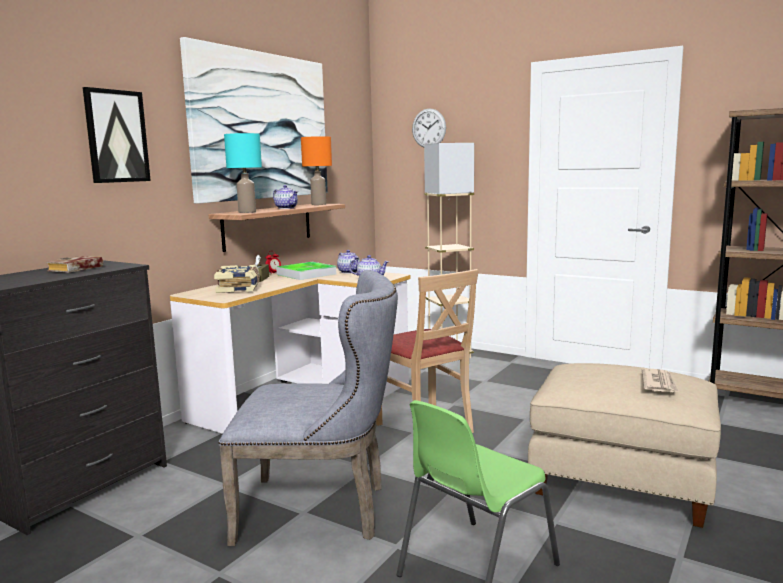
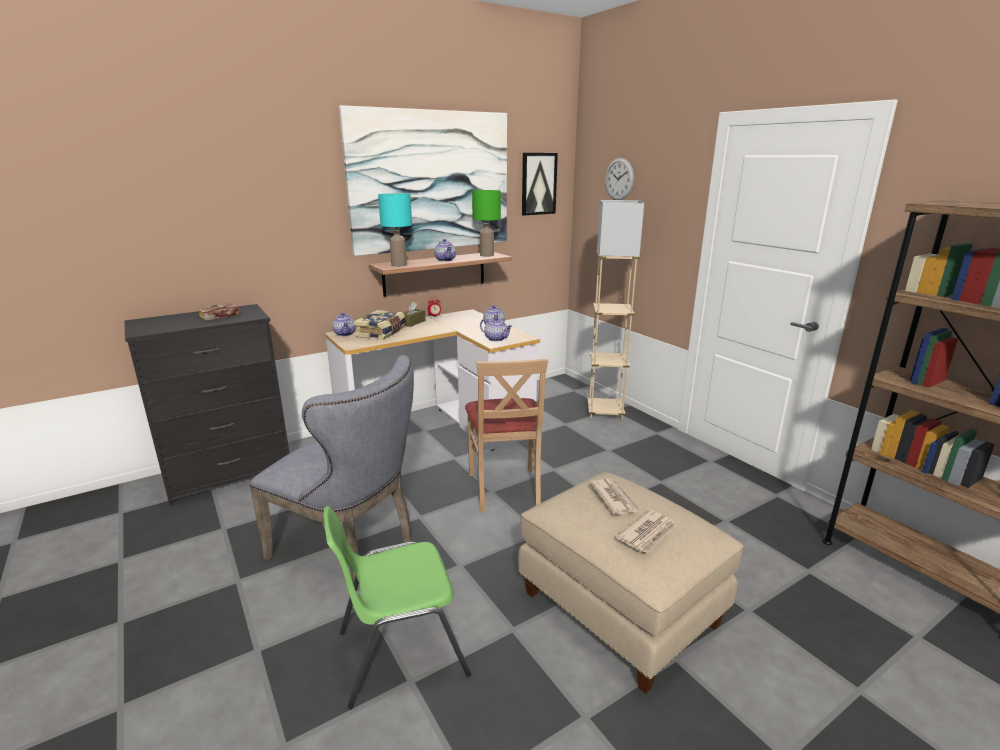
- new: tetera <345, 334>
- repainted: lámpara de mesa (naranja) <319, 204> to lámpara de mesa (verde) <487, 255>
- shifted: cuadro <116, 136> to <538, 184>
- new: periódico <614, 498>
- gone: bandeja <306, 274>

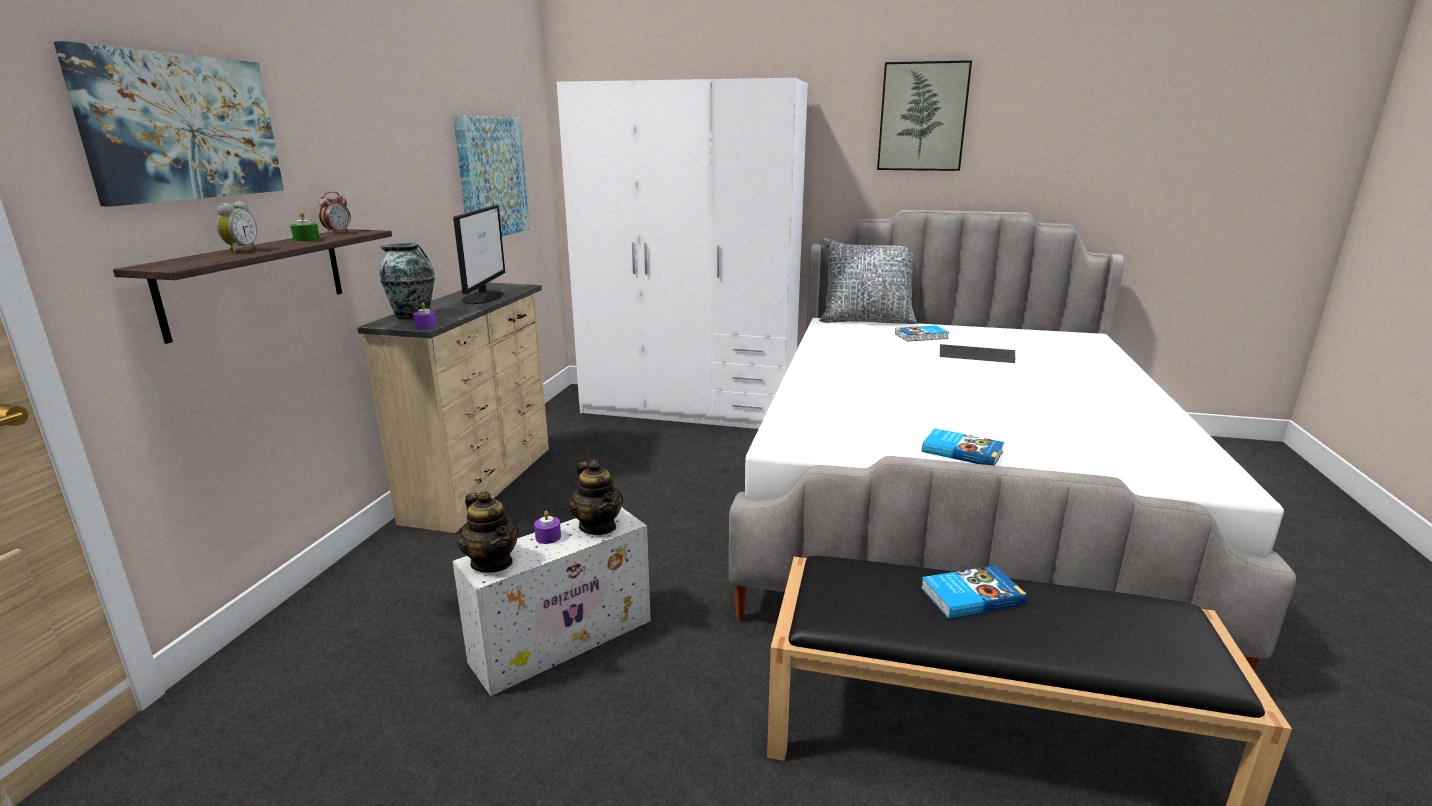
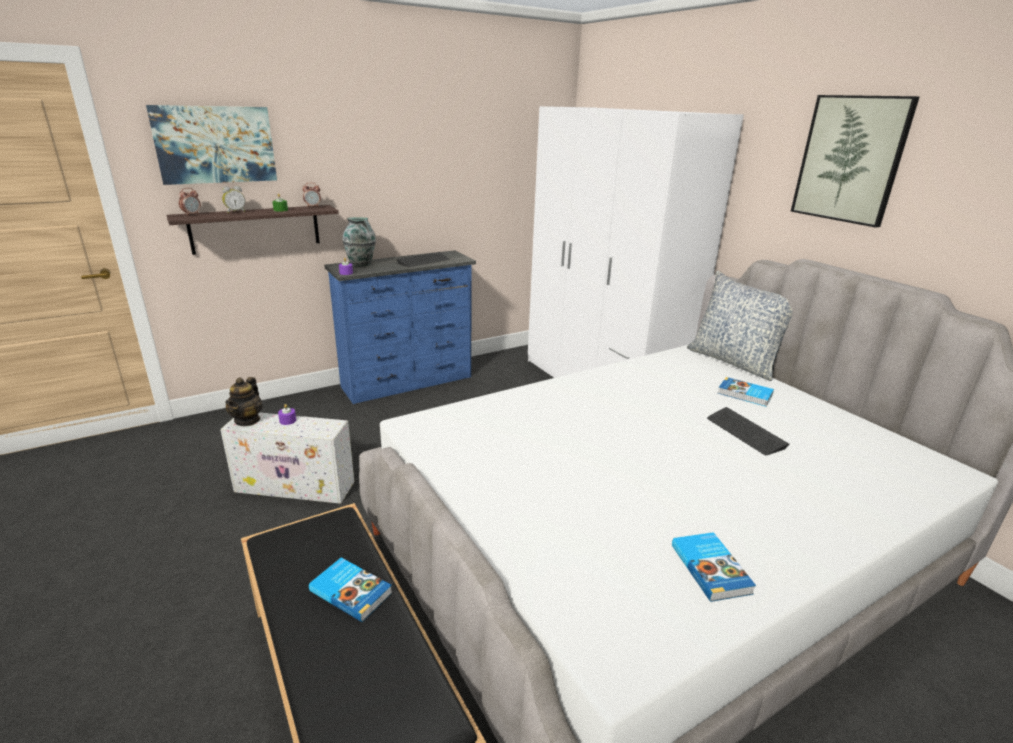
- new: despertador <192, 214>
- repainted: cómoda (beis) <484, 483> to cómoda (azul) <409, 382>
- swapped: monitor <484, 297> to teclado <423, 261>
- shifted: libro <961, 451> to <711, 568>
- gone: cuadro <491, 177>
- gone: tetera <598, 526>

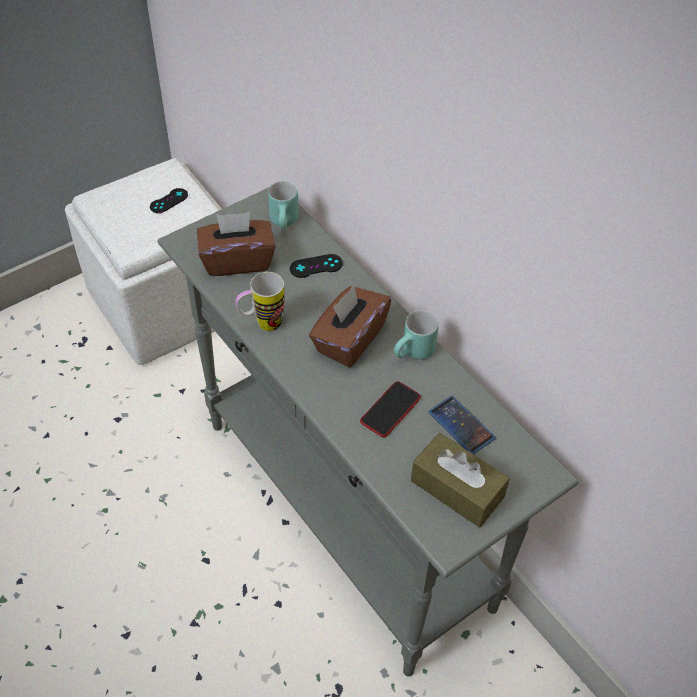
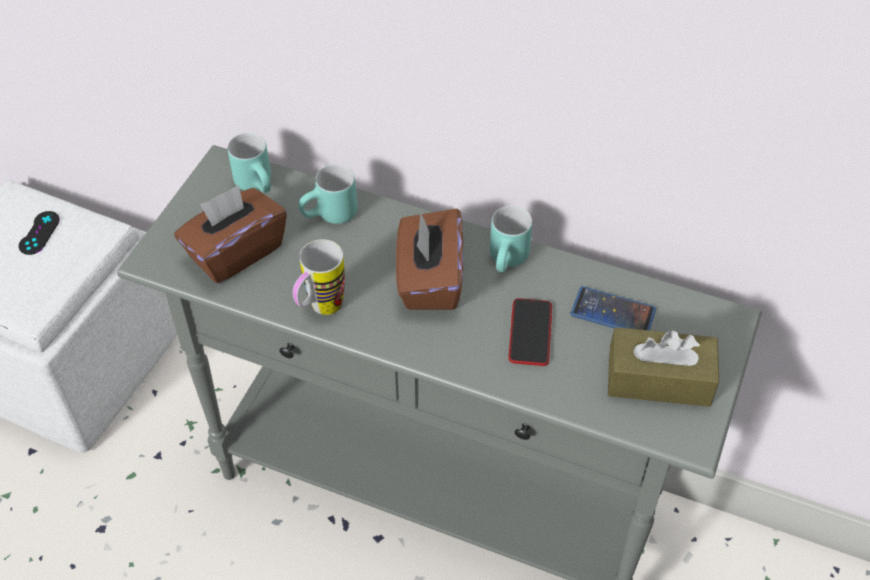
- swapped: mando de consola (negro) <316, 266> to taza grande (turquesa) <331, 217>

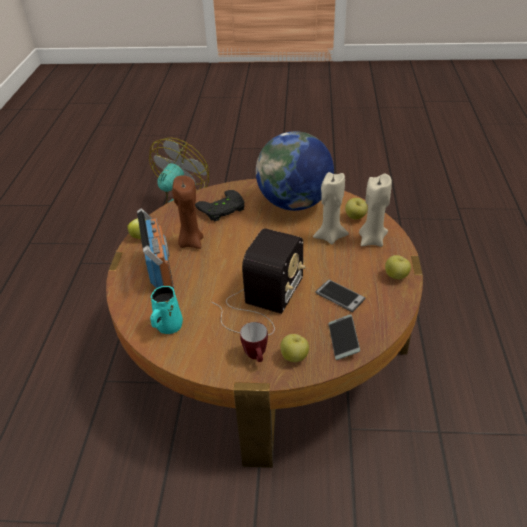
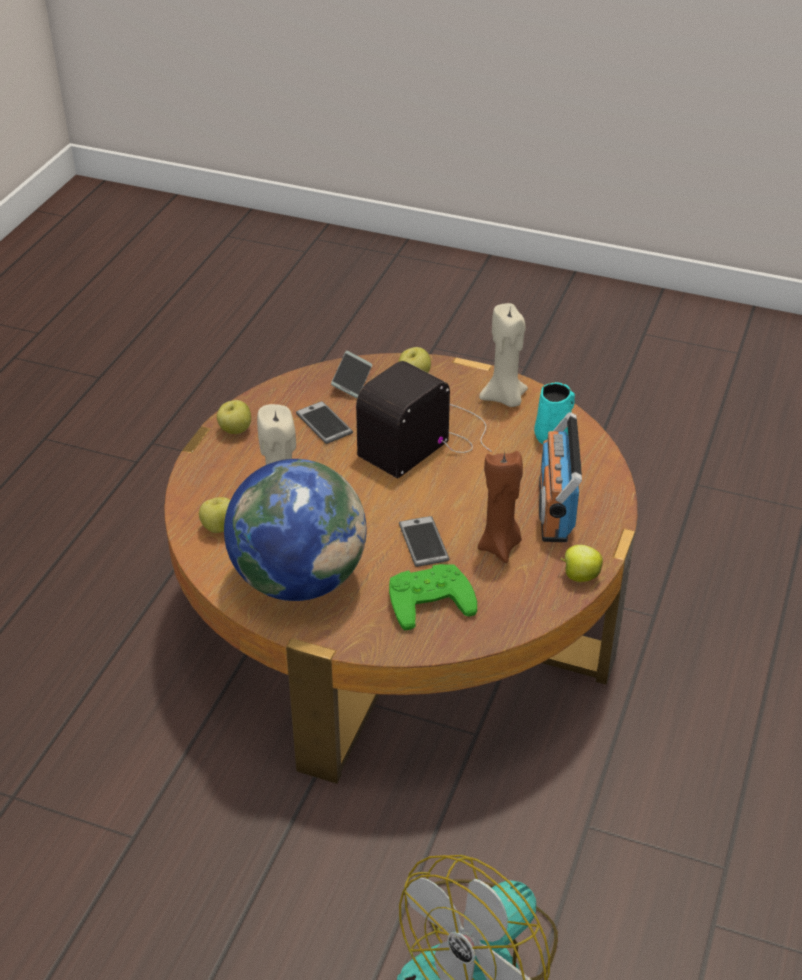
- repainted: mando de consola (negro) <222, 210> to mando de consola (verde) <429, 597>
- new: móvil <423, 542>
- shifted: vela (beis) <372, 240> to <505, 399>
- gone: taza grande <257, 357>

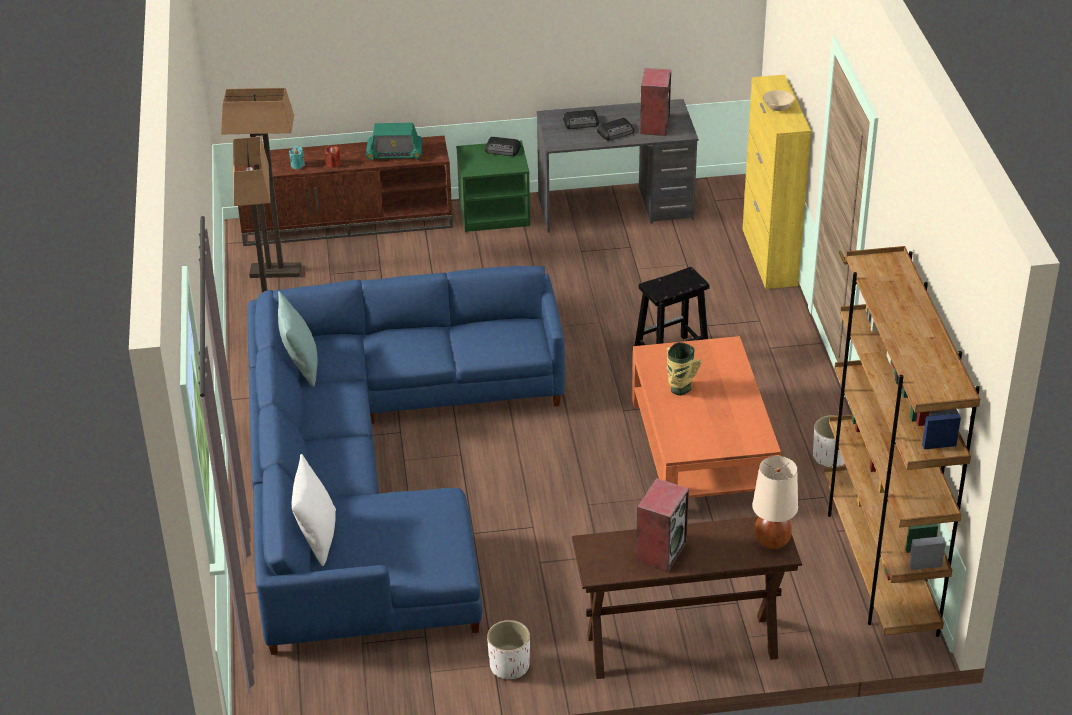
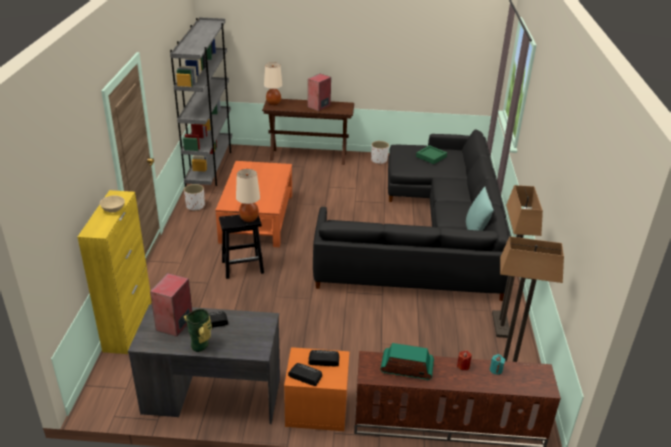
- repainted: estantería (marrón) <879, 565> to estantería (gris) <210, 167>
- shifted: florero <679, 389> to <201, 345>
- new: lámpara de mesa (beis) <249, 218>
- repainted: mesita de noche (verde) <495, 213> to mesita de noche (naranja) <316, 410>
- shifted: radio <581, 122> to <323, 360>
- repainted: sofá (azul) <376, 474> to sofá (negro) <430, 233>
- new: bandeja (verde) <431, 157>
- gone: cojín (blanco) <317, 537>

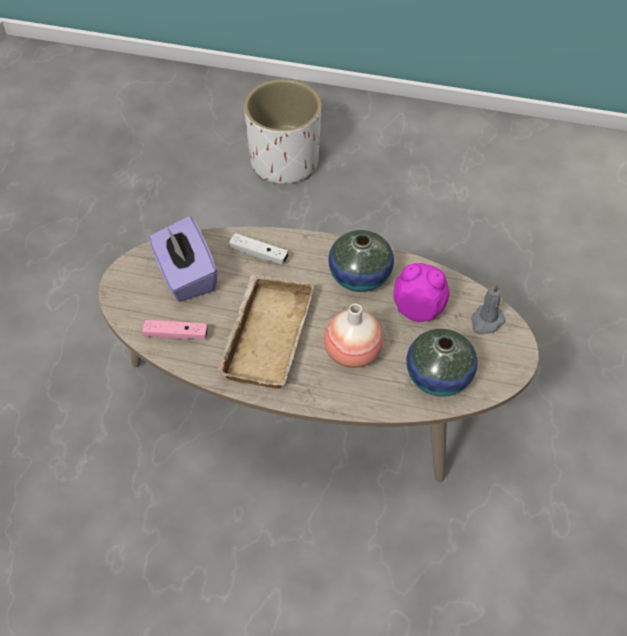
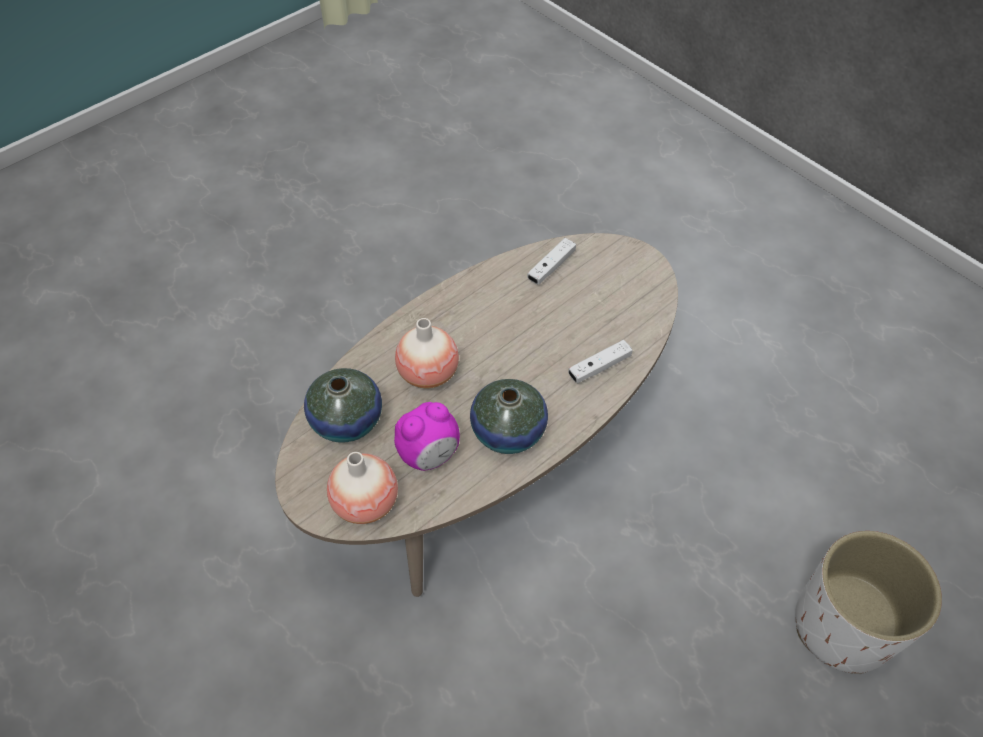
- swapped: vela (gris) <486, 321> to florero <365, 502>
- repainted: mando de consola (rosa) <176, 334> to mando de consola (blanco) <551, 267>
- gone: caja de pañuelos (morado) <185, 275>
- gone: bandeja (beis) <264, 335>

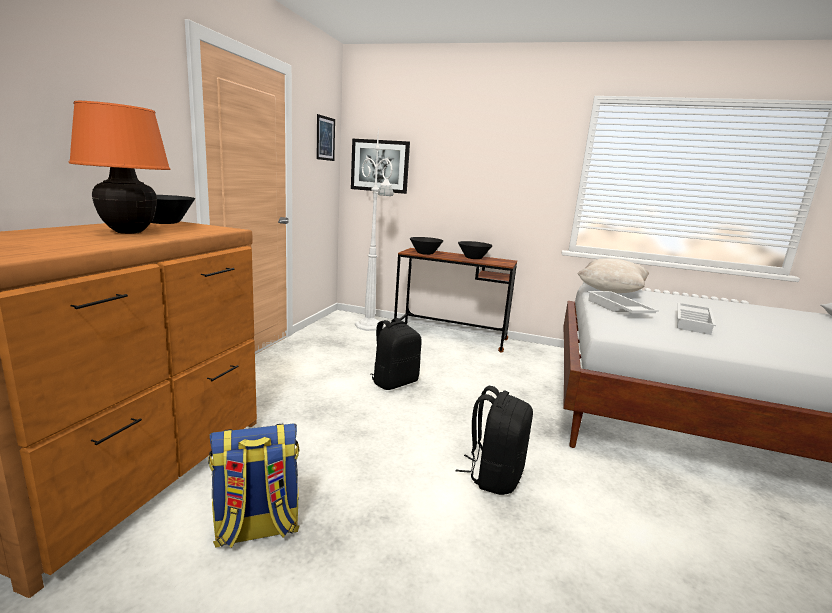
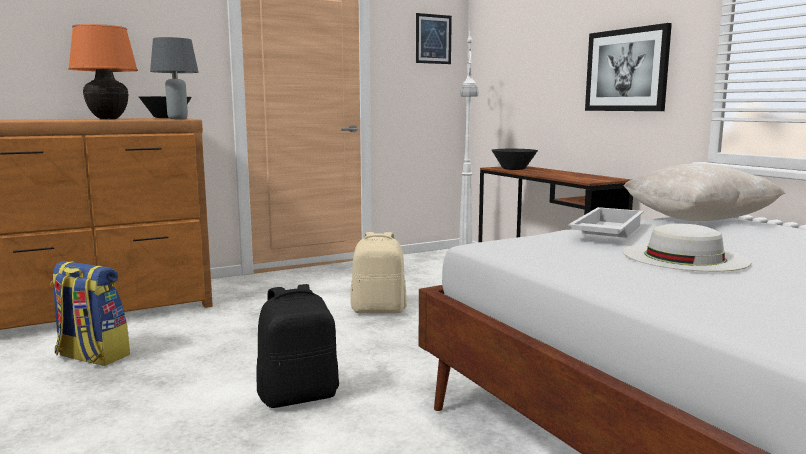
- new: lámpara de mesa (gris) <177, 119>
- repainted: mochila (negro) <394, 382> to mochila (beis) <379, 310>
- shifted: cuadro <380, 166> to <626, 70>
- swapped: bandeja (blanco) <694, 323> to sombrero (blanco) <684, 257>
- gone: cuenco (negro) <473, 258>

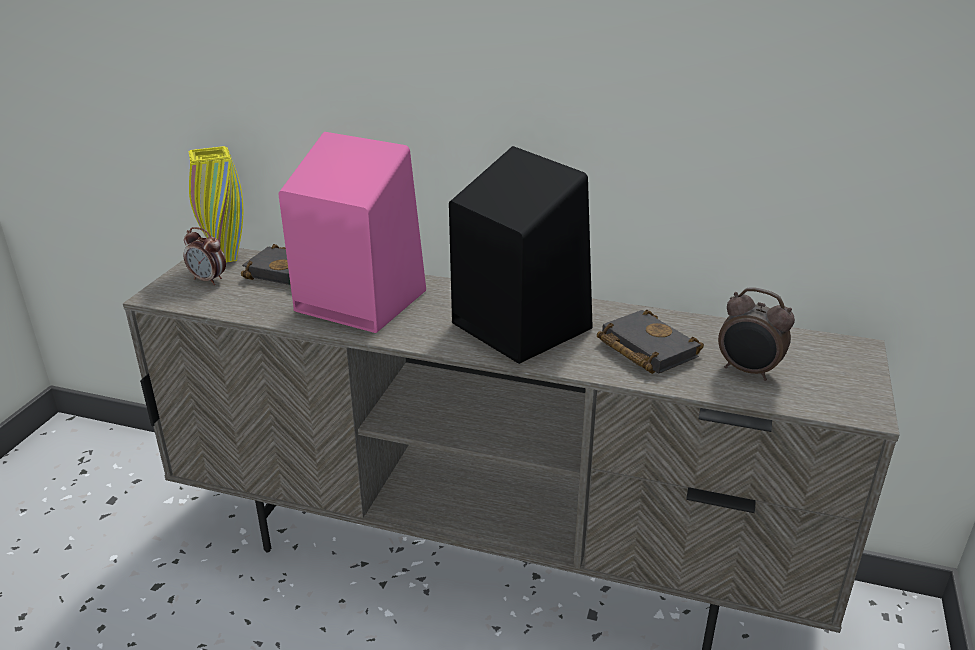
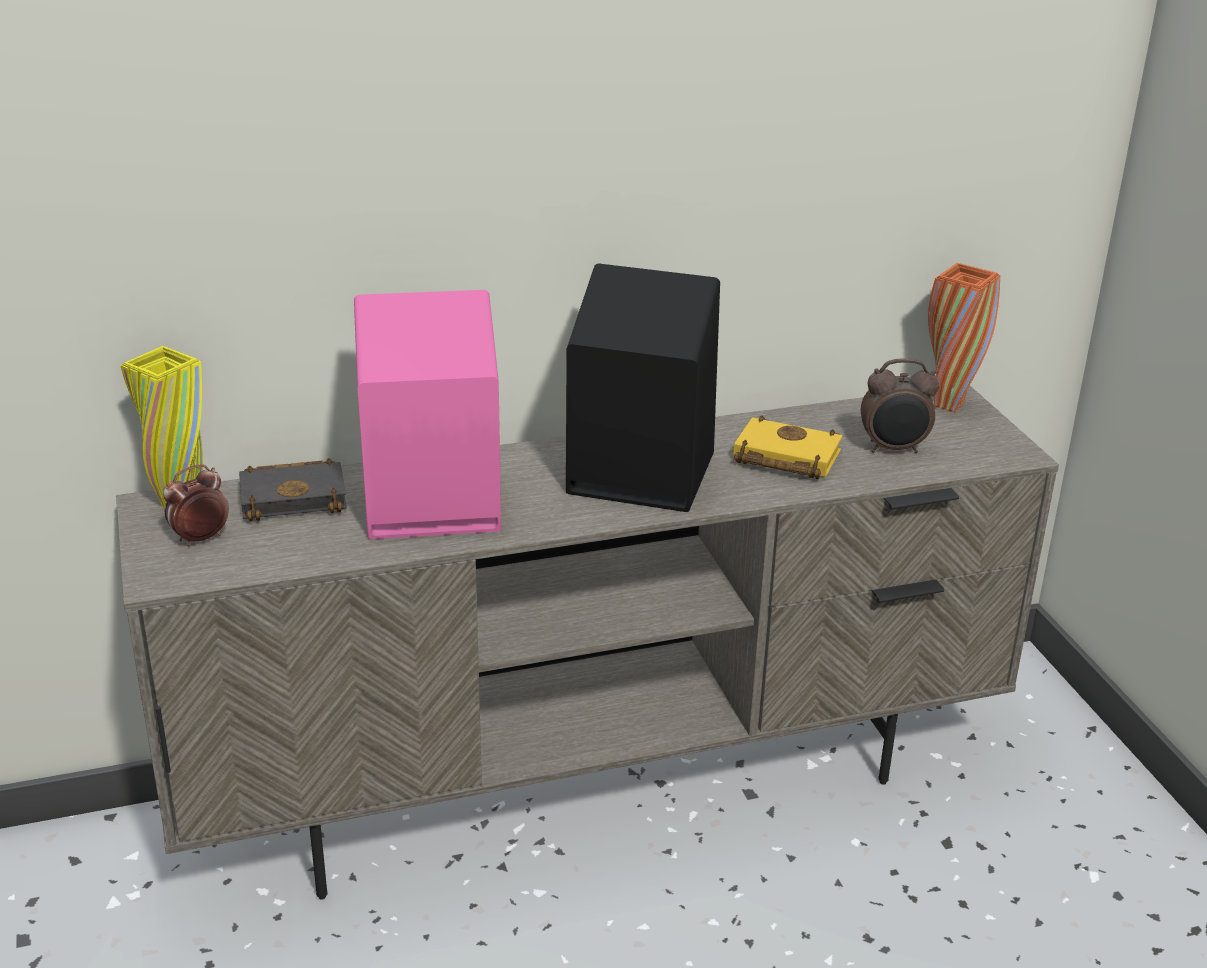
- rotated: despertador <208, 280> = <200, 539> 150 degrees clockwise
- repainted: libro (negro) <644, 348> to libro (amarillo) <783, 457>
- new: florero (naranja) <948, 405>

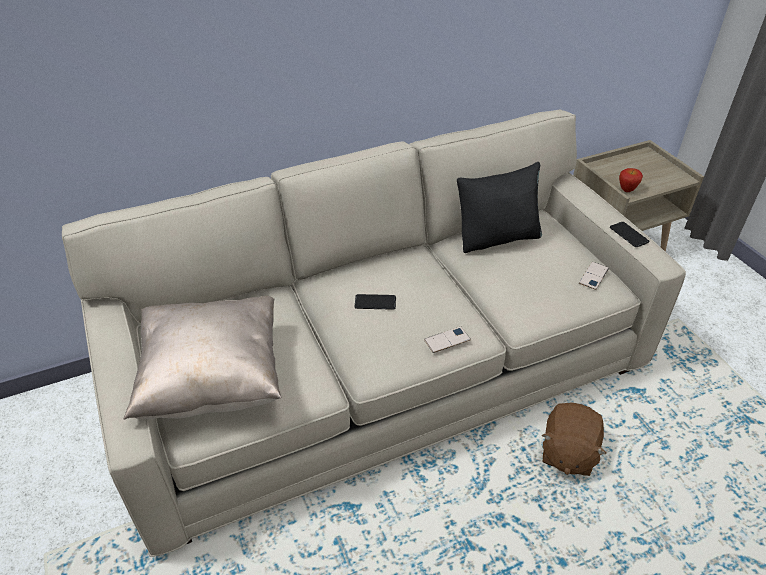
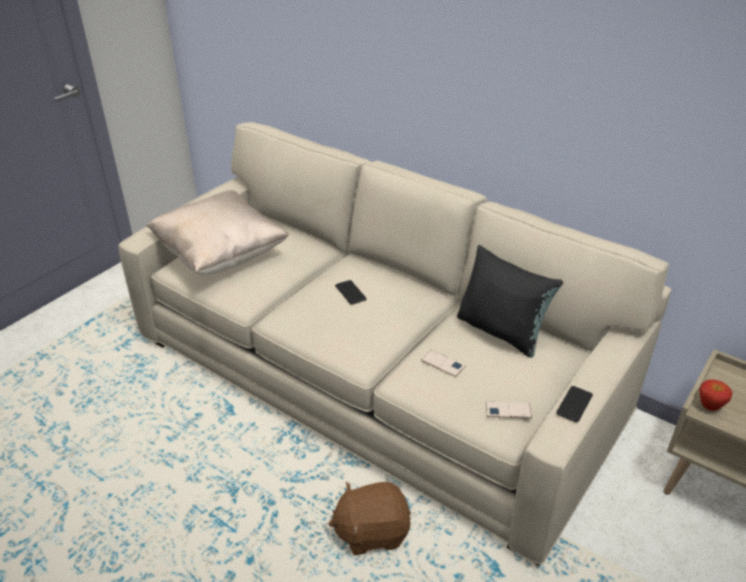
- shifted: móvil <447, 340> to <443, 363>

